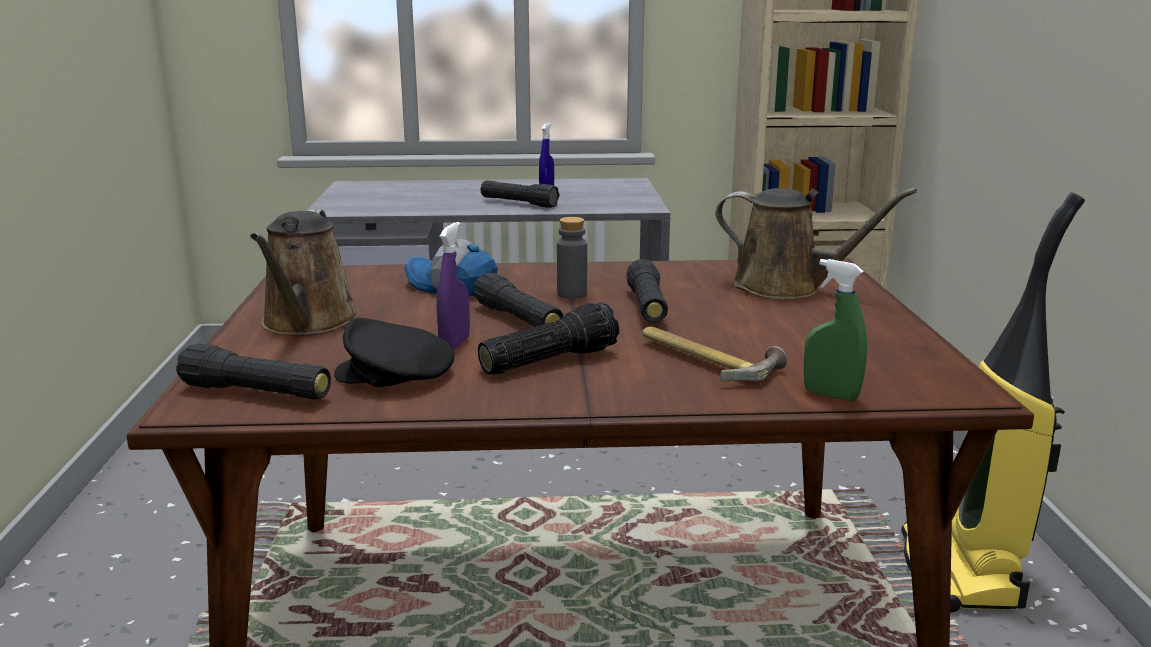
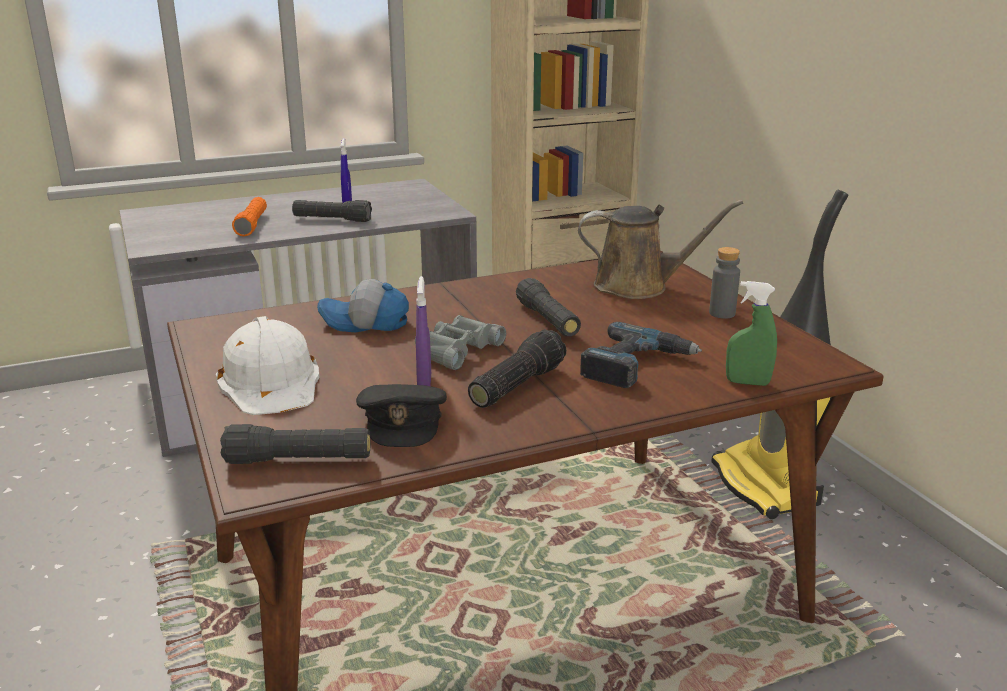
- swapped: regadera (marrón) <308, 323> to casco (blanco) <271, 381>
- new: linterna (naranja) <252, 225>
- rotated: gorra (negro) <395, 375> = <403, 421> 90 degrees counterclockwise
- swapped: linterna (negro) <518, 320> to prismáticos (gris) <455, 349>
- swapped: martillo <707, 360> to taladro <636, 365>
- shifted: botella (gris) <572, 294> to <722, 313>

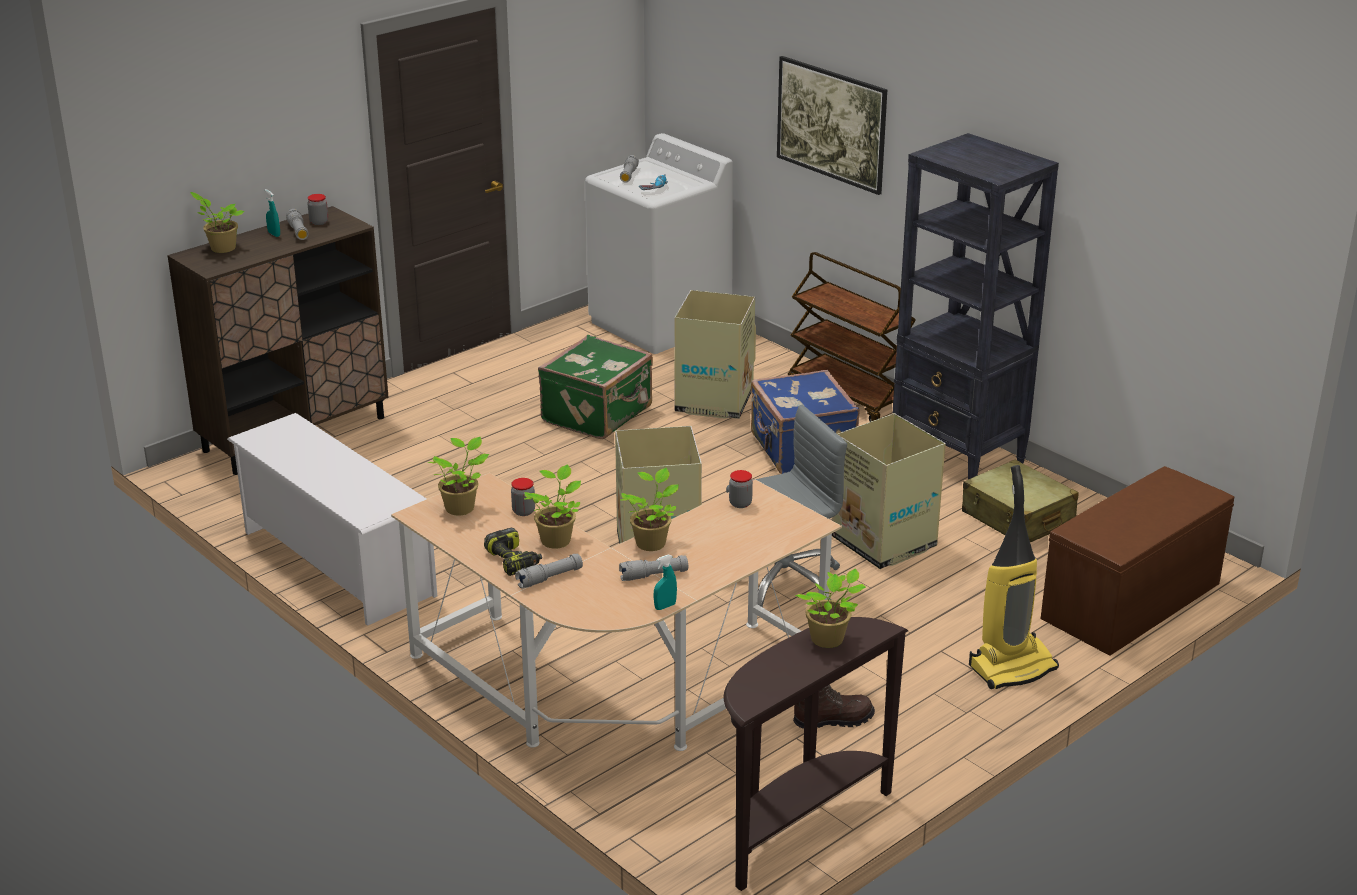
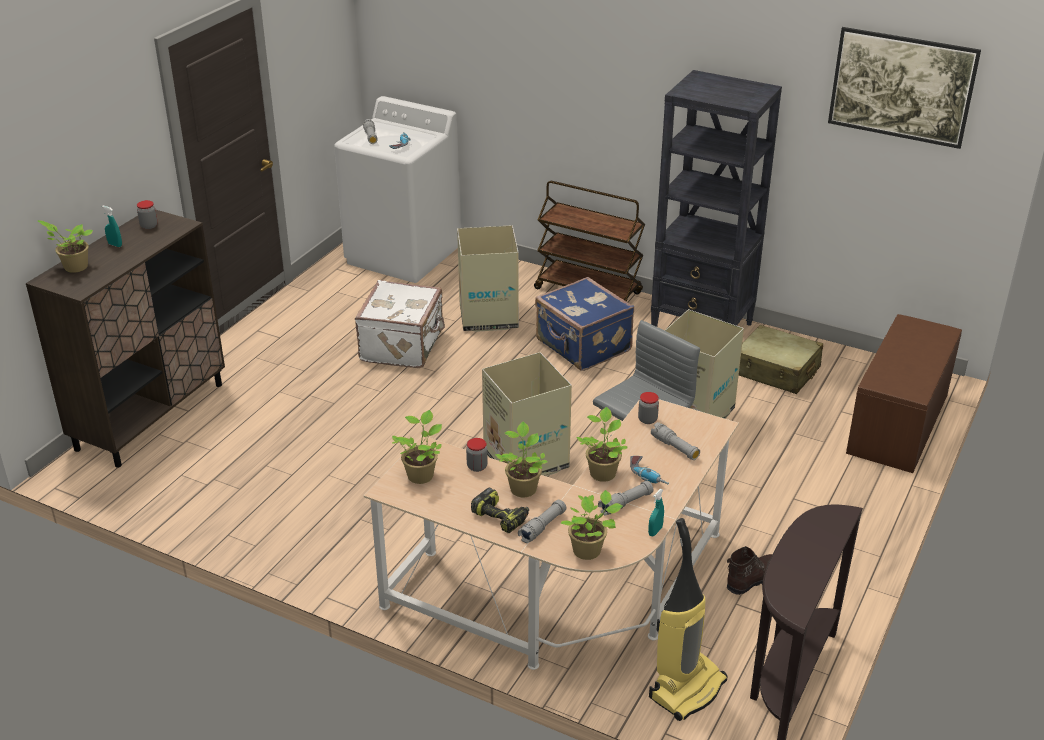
- repainted: maleta (verde) <599, 414> to maleta (blanco) <403, 346>
- shifted: planta en maceta <829, 640> to <589, 551>
- new: taladro <648, 476>
- shifted: aspiradora <1012, 667> to <686, 688>
- shifted: linterna (gris) <298, 231> to <675, 447>
- shifted: cuadro <830, 149> to <897, 111>
- gone: zapatero (blanco) <337, 563>

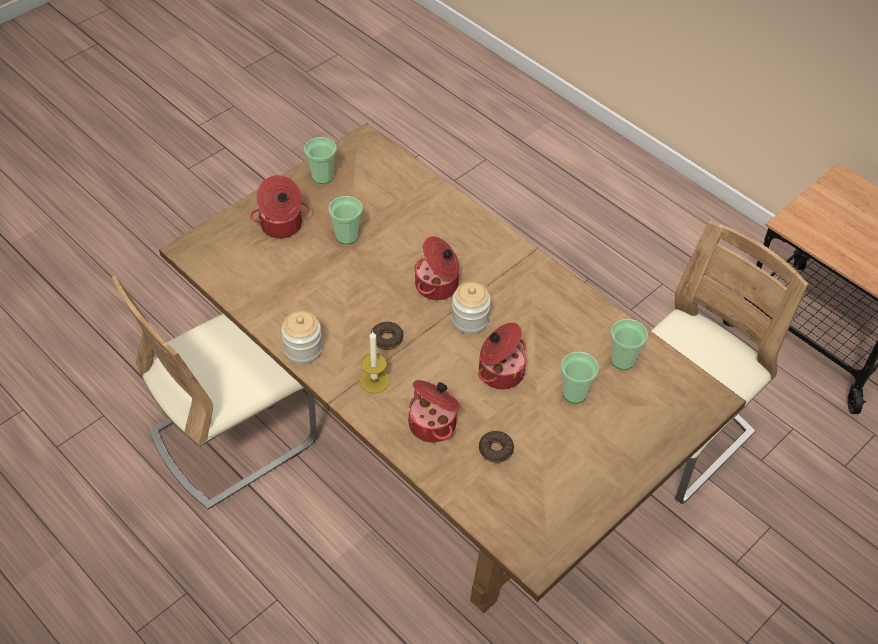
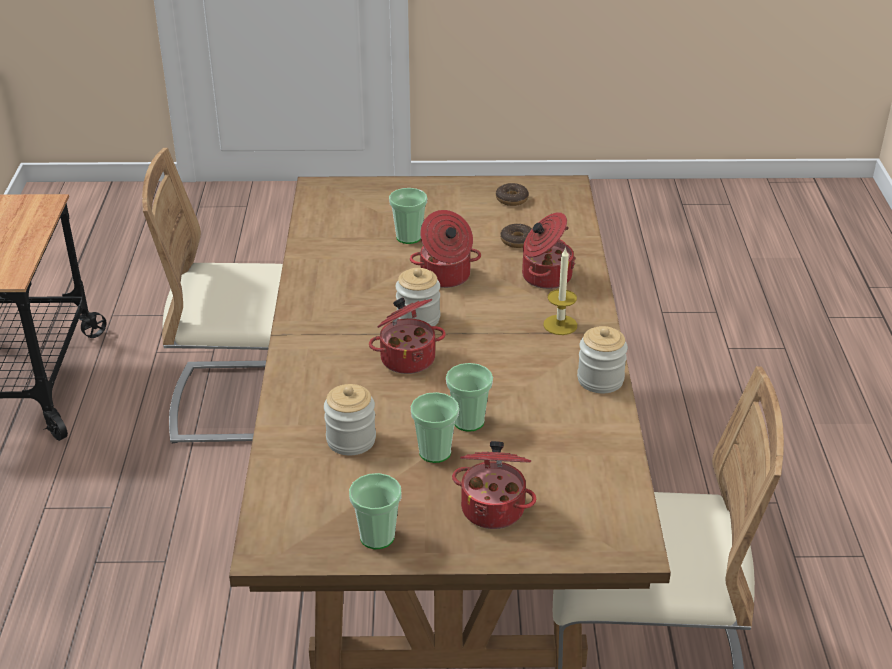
- new: tarro <351, 440>
- shifted: taza <622, 360> to <468, 421>
- shifted: rosquilla <387, 339> to <512, 199>

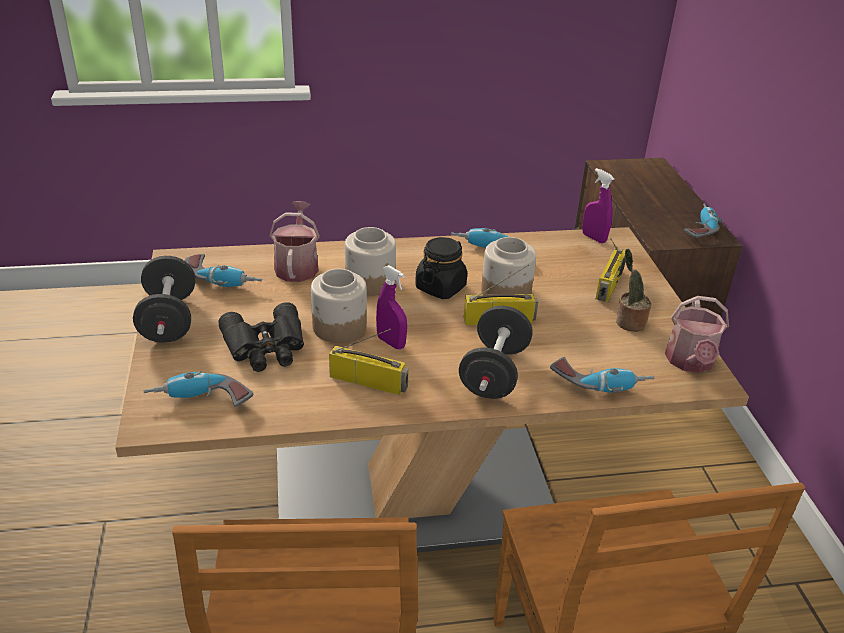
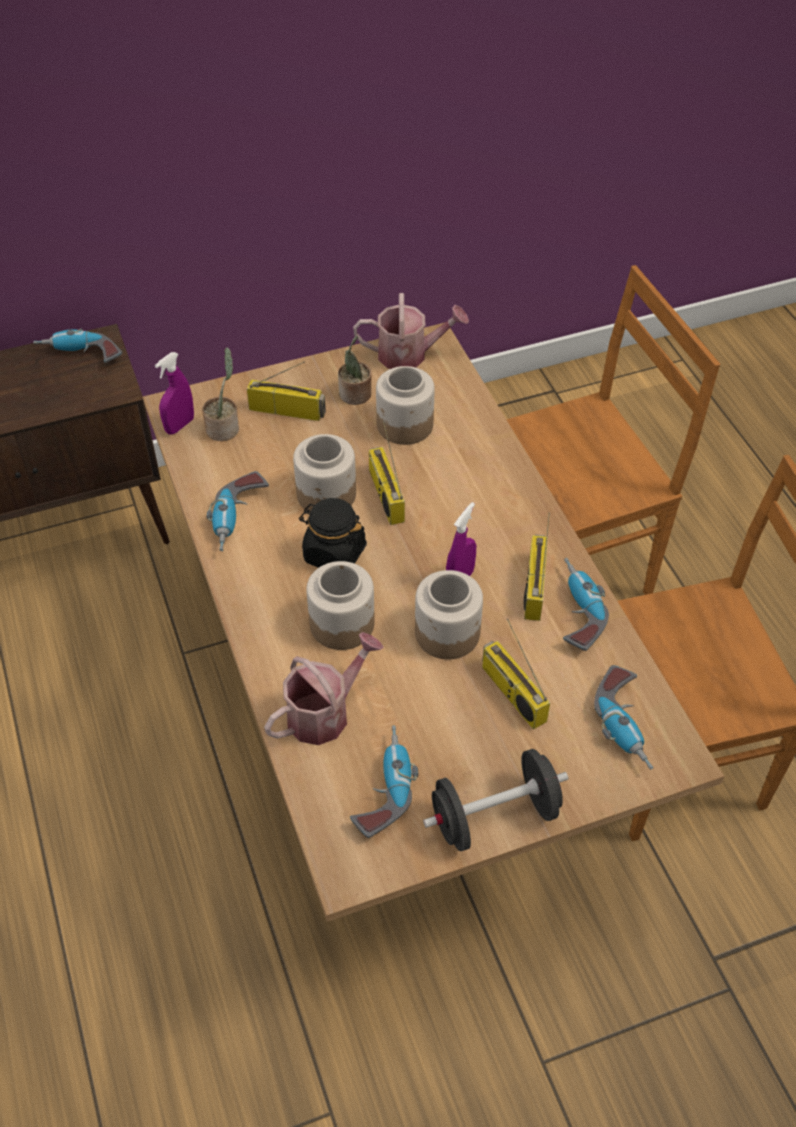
- new: planta en maceta <224, 428>
- rotated: regadera <297, 266> = <325, 712> 150 degrees clockwise
- new: tarro <404, 425>
- swapped: prismáticos (negro) <266, 347> to radio <511, 693>
- shifted: taladro <599, 383> to <575, 611>
- gone: mancuerna (negro) <494, 373>

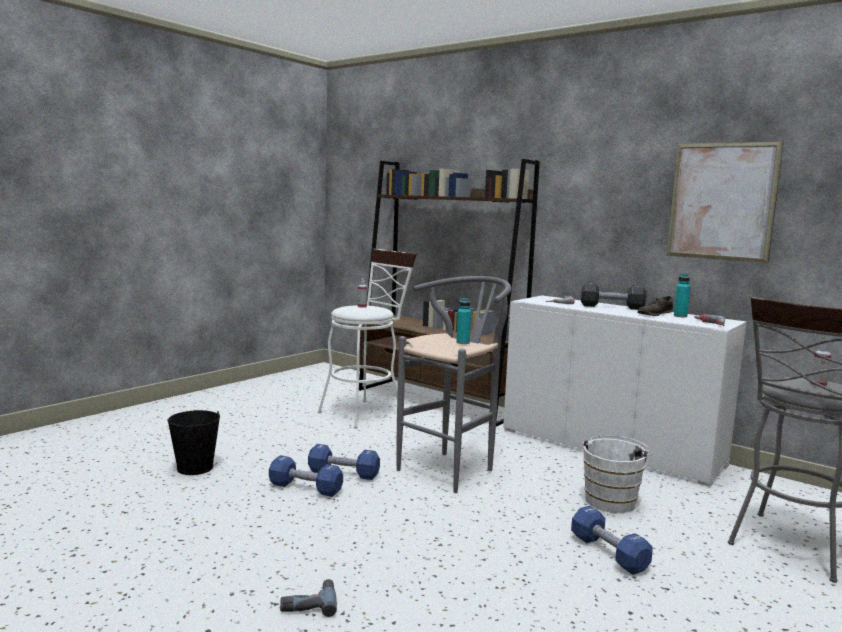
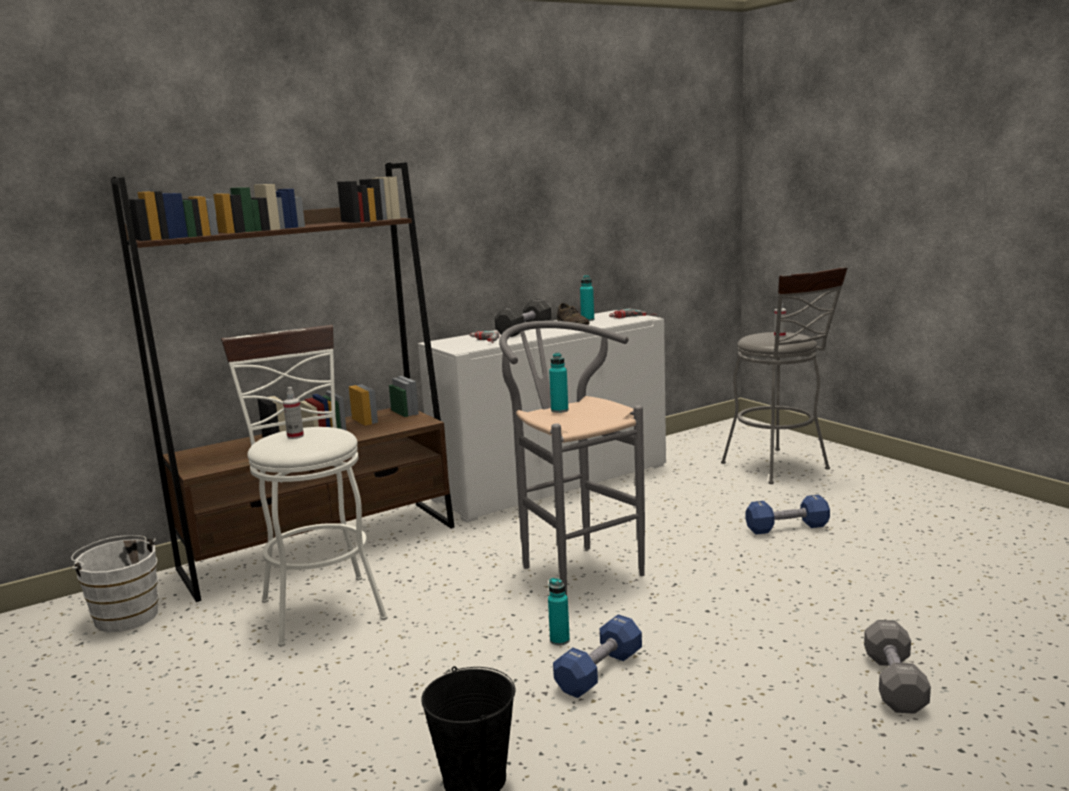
- shifted: cubo (blanco) <611, 500> to <125, 615>
- swapped: mancuerna (azul) <343, 473> to botella (turquesa) <559, 640>
- swapped: taladro <308, 603> to mancuerna (gris) <894, 683>
- gone: cuadro <721, 201>

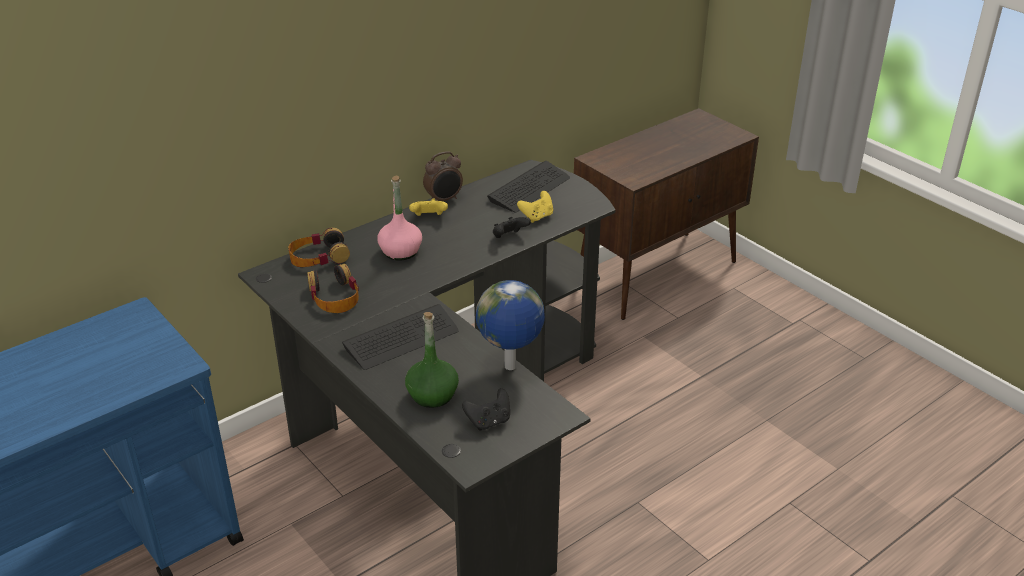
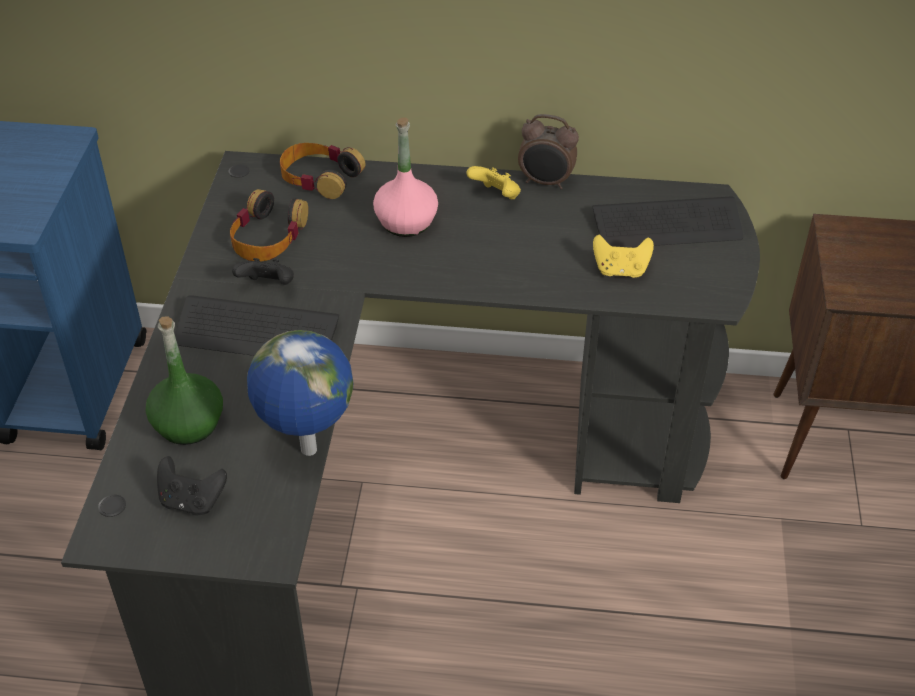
- shifted: mando de consola (negro) <509, 237> to <268, 286>

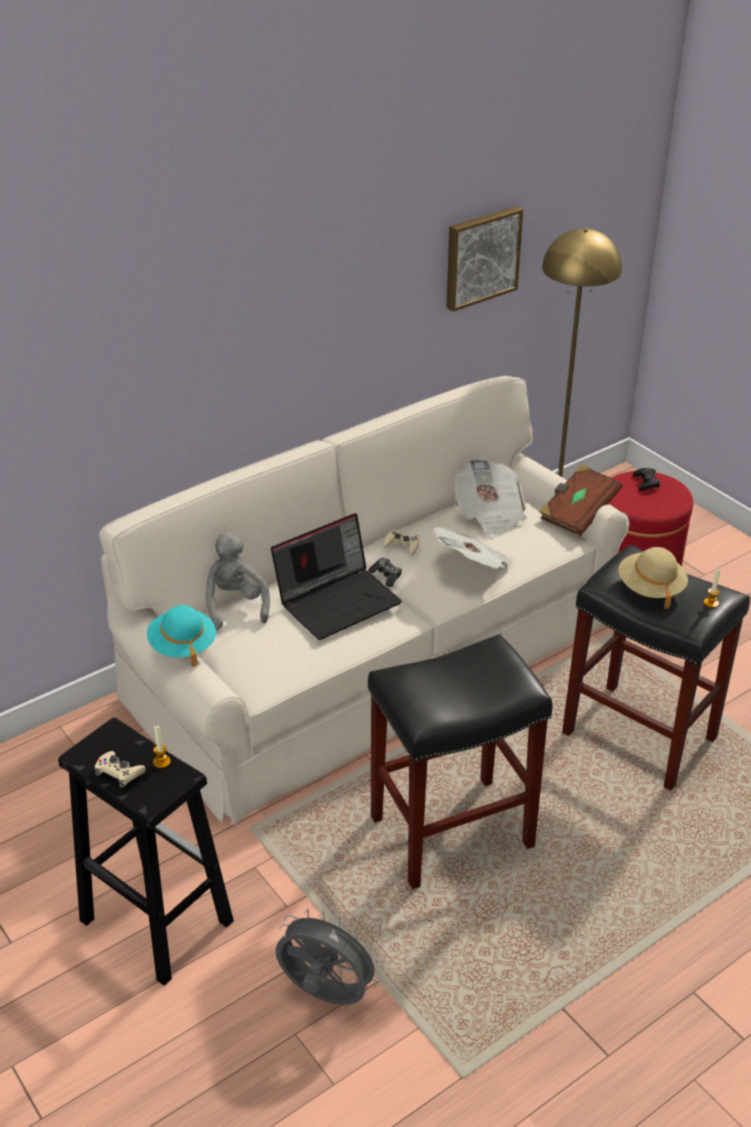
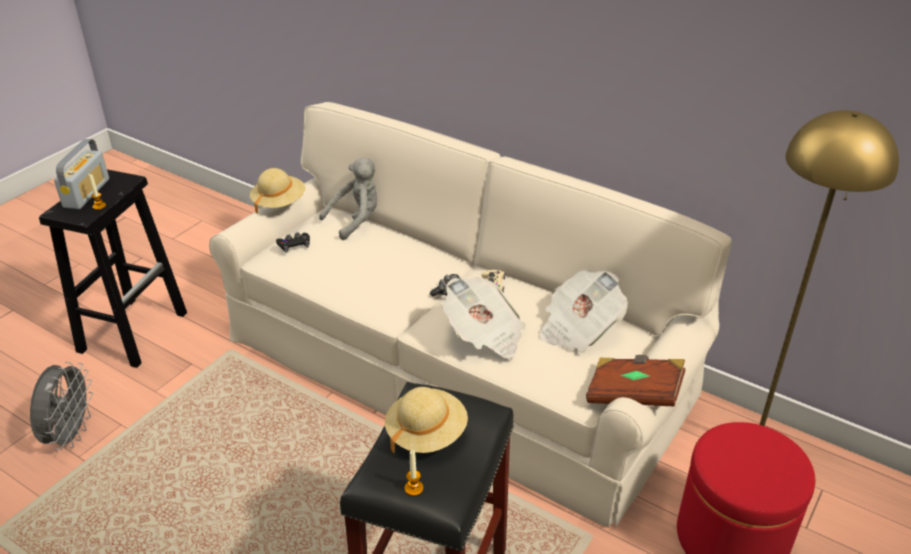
- swapped: mando de consola (beis) <119, 772> to radio <86, 193>
- repainted: sombrero (turquesa) <182, 646> to sombrero (beis) <279, 203>
- shifted: mando de consola (negro) <646, 482> to <294, 245>
- gone: portátil <338, 600>
- gone: taburete (negro) <450, 833>
- gone: cuadro <481, 257>

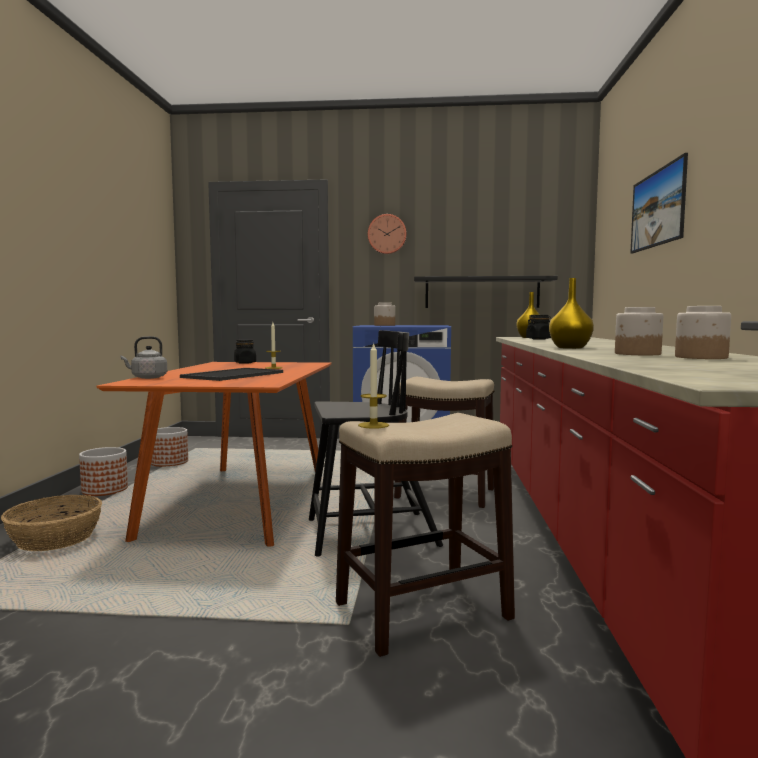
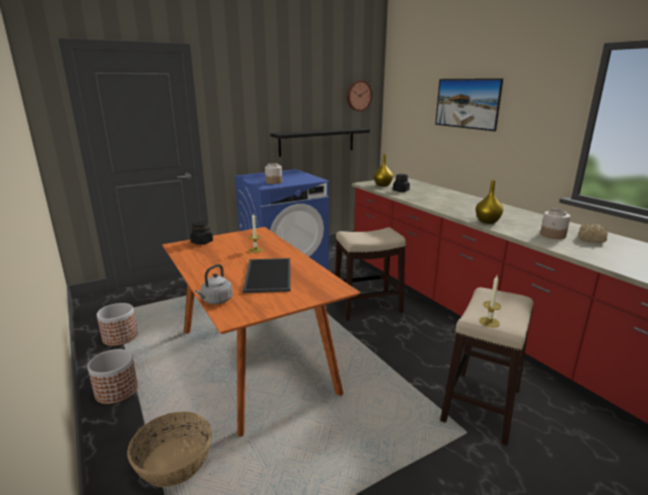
- shifted: reloj de pared <387, 234> to <358, 96>
- swapped: tarro <700, 357> to pan <591, 239>
- gone: silla (negro) <368, 533>

